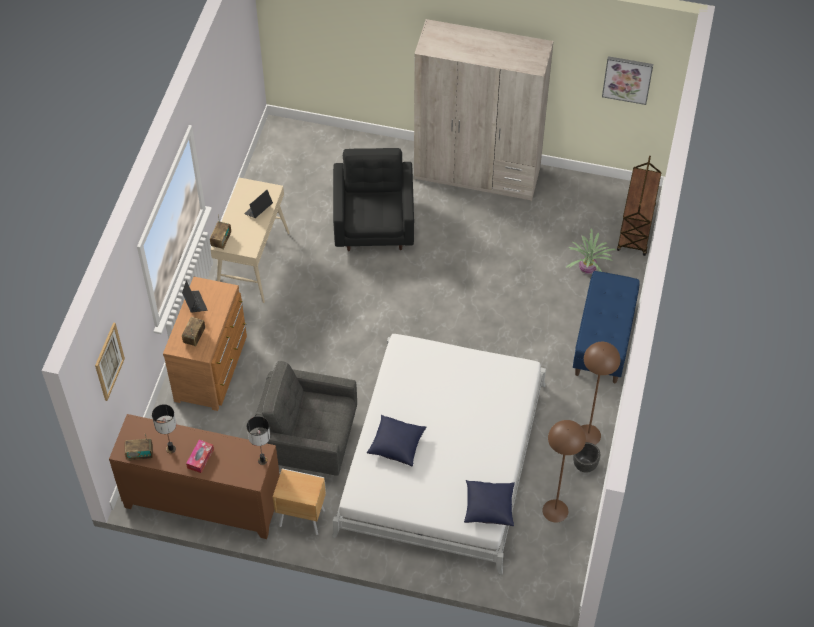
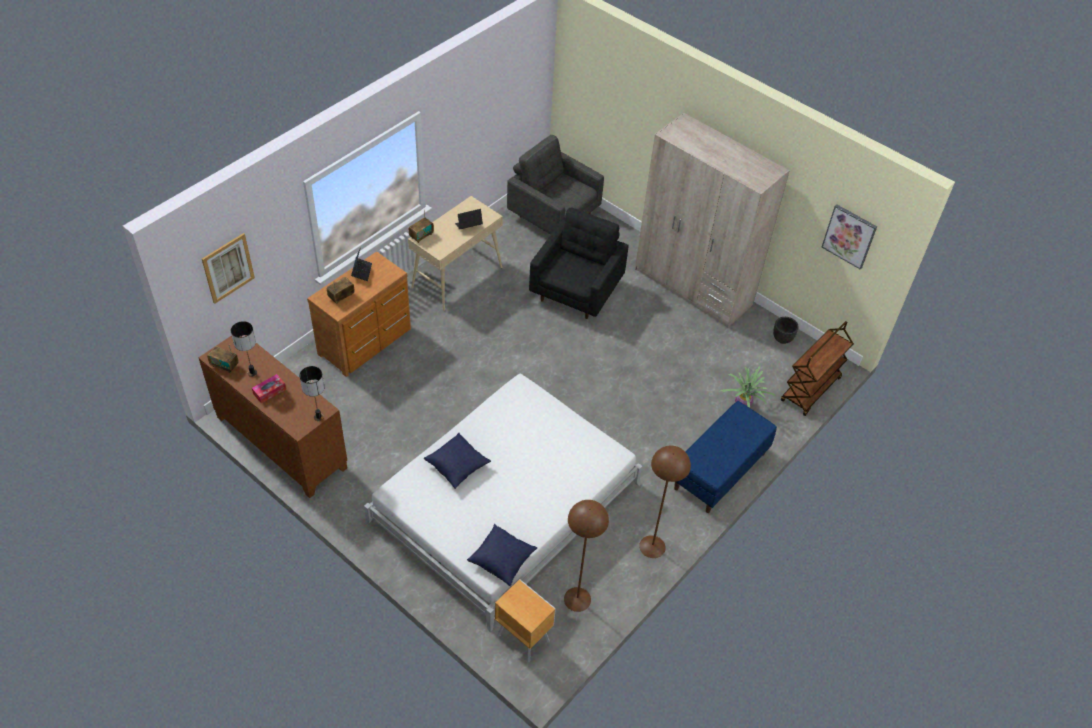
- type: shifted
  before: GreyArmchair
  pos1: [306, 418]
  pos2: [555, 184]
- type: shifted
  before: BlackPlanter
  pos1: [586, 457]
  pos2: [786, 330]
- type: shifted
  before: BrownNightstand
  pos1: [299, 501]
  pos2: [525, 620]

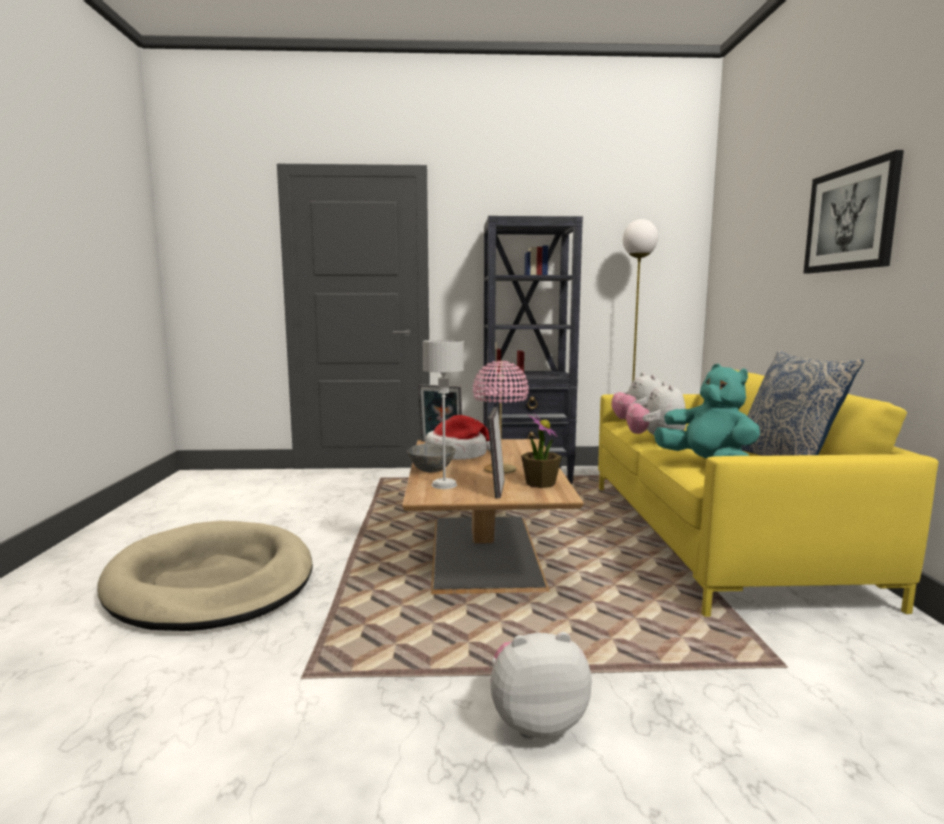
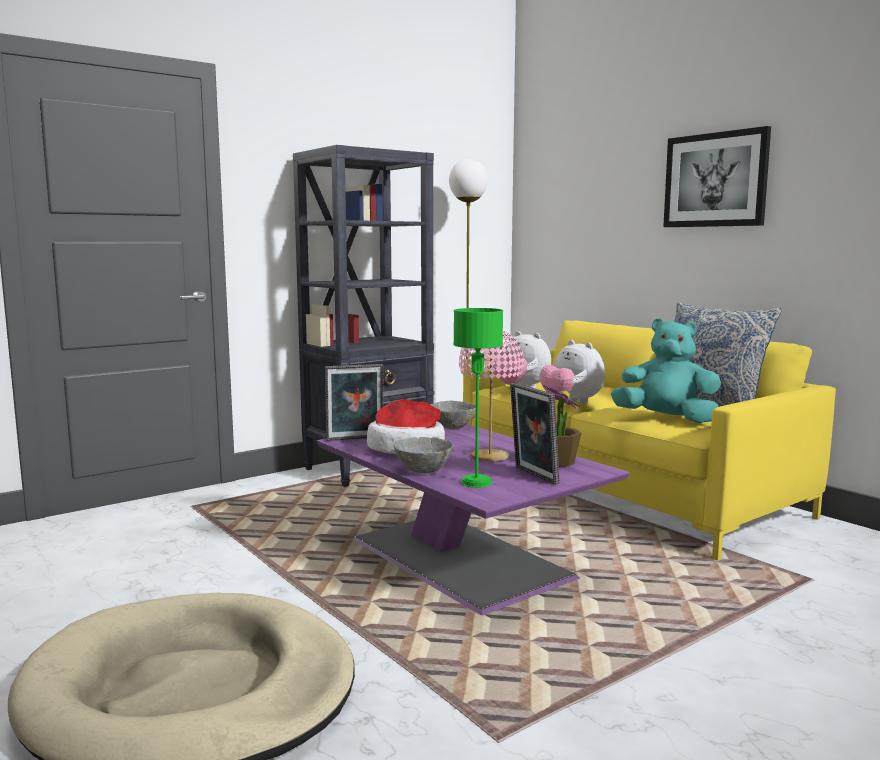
- type: repainted
  before: GreyTableLamp
  after: GreenTableLamp
  pos1: [443, 414]
  pos2: [478, 398]
- type: repainted
  before: BrownCoffeeTable
  after: PurpleCoffeeTable
  pos1: [493, 516]
  pos2: [473, 519]
- type: gone
  before: PlushToy
  pos1: [541, 685]
- type: new
  after: GreyBowl
  pos2: [453, 415]

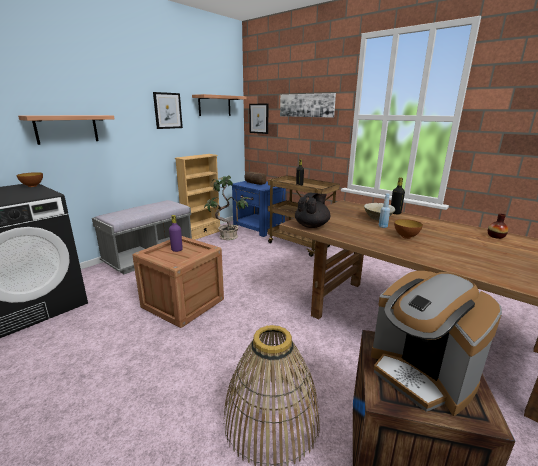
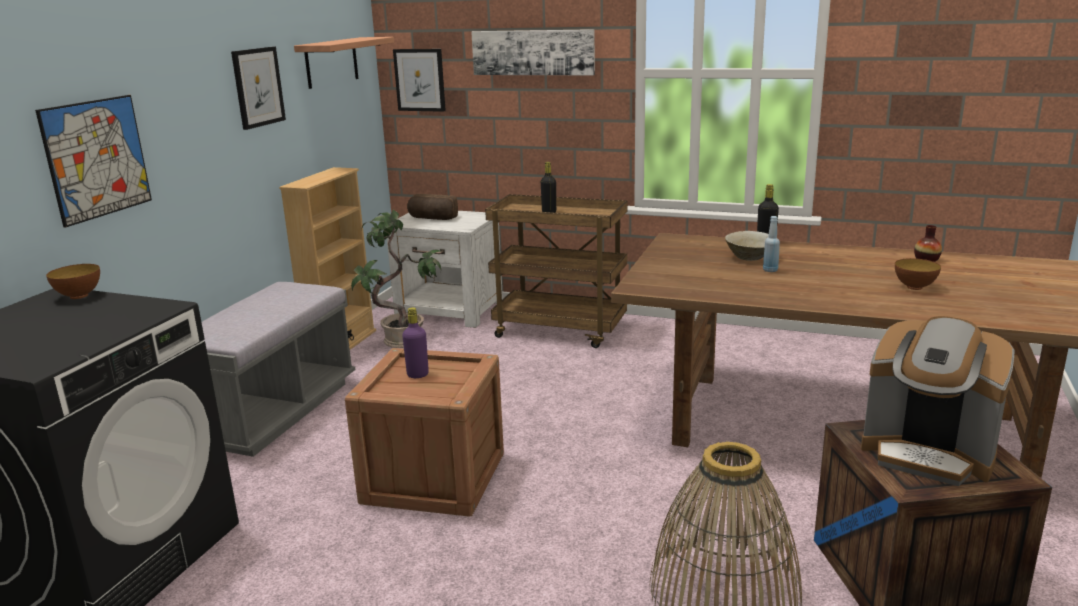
- type: swapped
  before: Shelf
  after: Picture
  pos1: [66, 130]
  pos2: [93, 161]
- type: repainted
  before: BlueNightstand
  after: WhiteNightstand
  pos1: [258, 209]
  pos2: [445, 269]
- type: gone
  before: BlackTeapot
  pos1: [312, 210]
- type: shifted
  before: Bowl
  pos1: [408, 229]
  pos2: [918, 274]

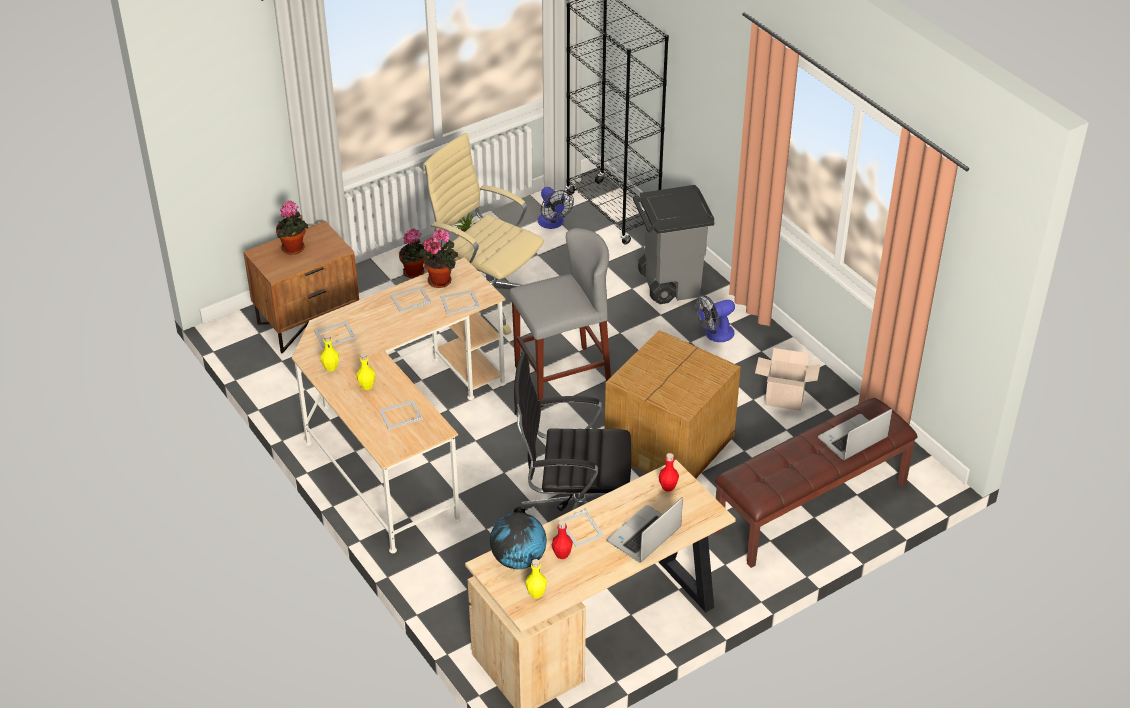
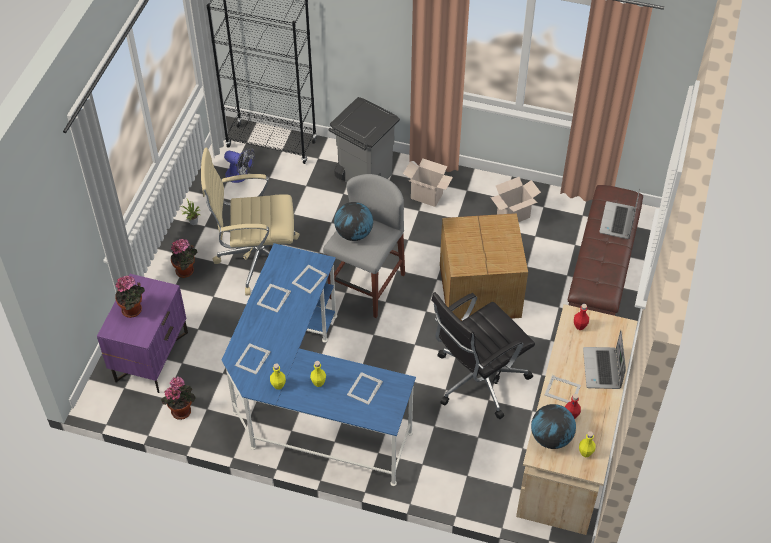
- type: repainted
  before: BrownNightstand
  after: PurpleNightstand
  pos1: [301, 287]
  pos2: [142, 333]
- type: shifted
  before: PottedPlant
  pos1: [438, 258]
  pos2: [178, 398]
- type: repainted
  before: BeigeDesk
  after: BlueDesk
  pos1: [399, 405]
  pos2: [319, 364]
- type: swapped
  before: Fan
  after: CardboardBox
  pos1: [715, 318]
  pos2: [428, 182]
- type: new
  after: Globe
  pos2: [353, 221]

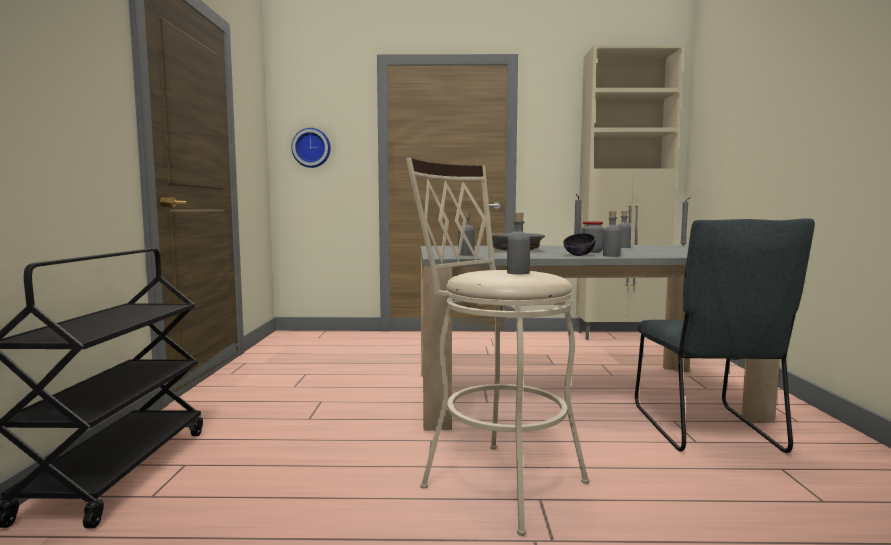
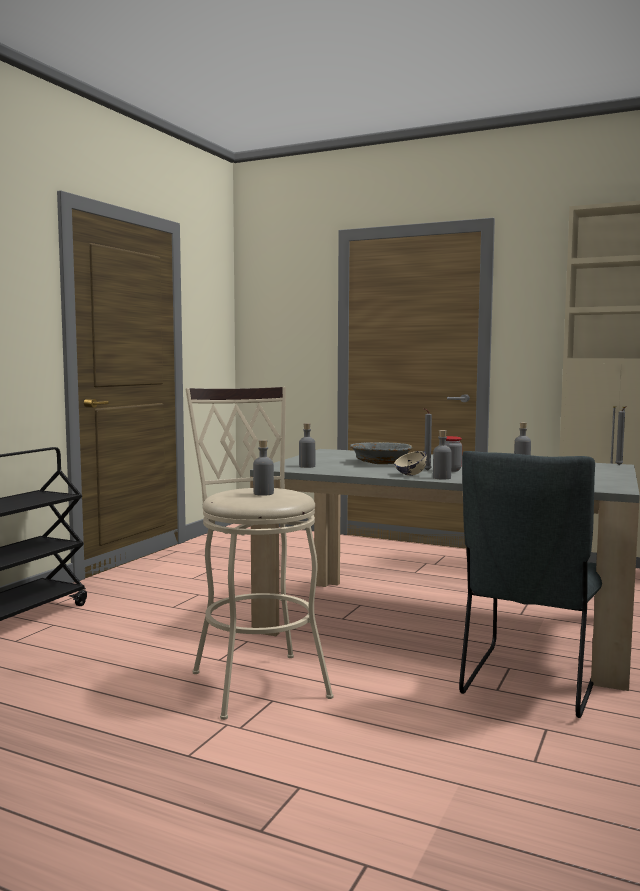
- type: gone
  before: WallClock
  pos1: [311, 148]
- type: repainted
  before: BlackBowl
  after: BeigeBowl
  pos1: [579, 244]
  pos2: [410, 463]

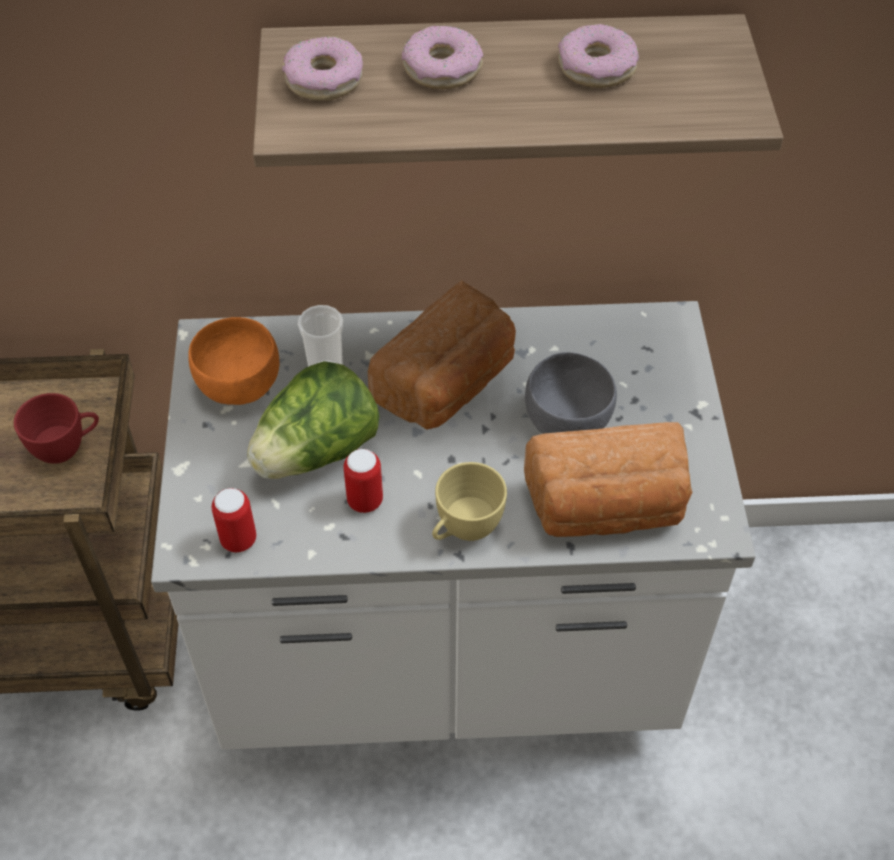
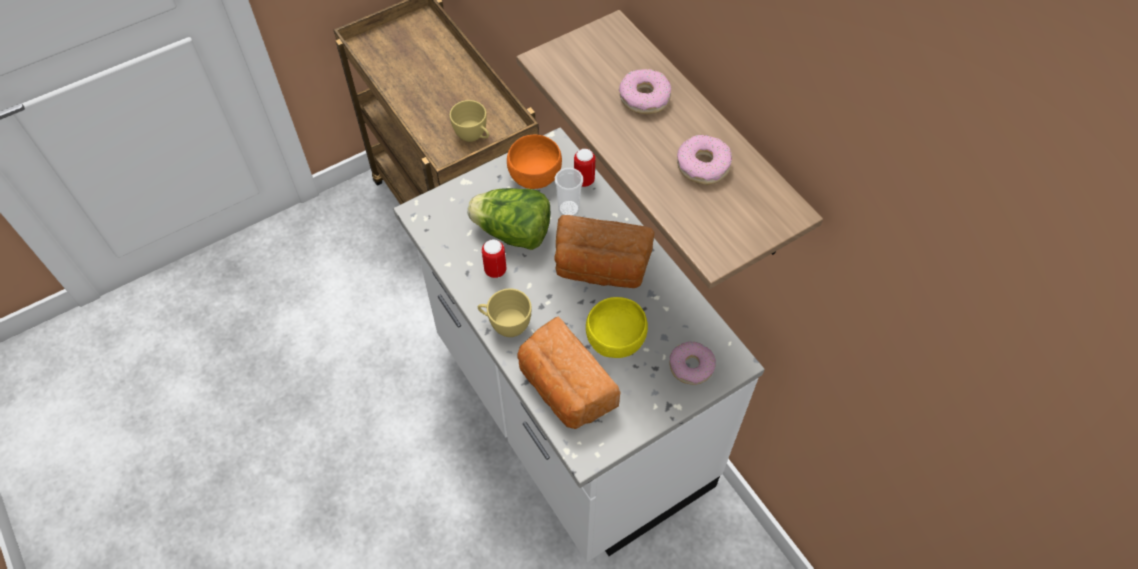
- type: shifted
  before: Donut
  pos1: [322, 68]
  pos2: [692, 363]
- type: repainted
  before: GreyBowl
  after: YellowBowl
  pos1: [571, 393]
  pos2: [617, 327]
- type: repainted
  before: RedCup
  after: YellowCup
  pos1: [56, 428]
  pos2: [469, 121]
- type: shifted
  before: Can
  pos1: [234, 520]
  pos2: [584, 168]

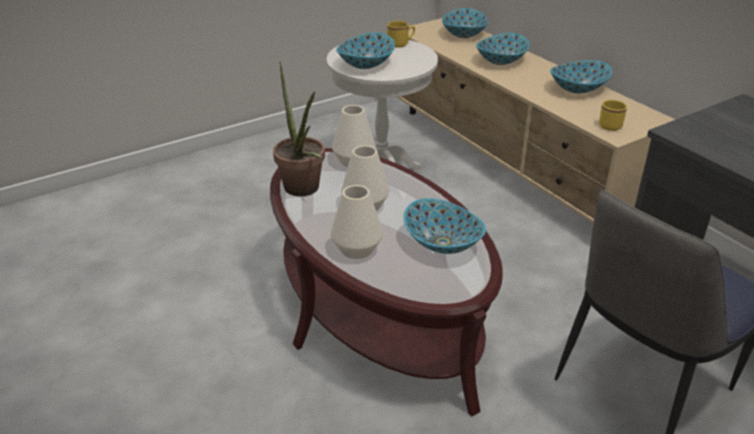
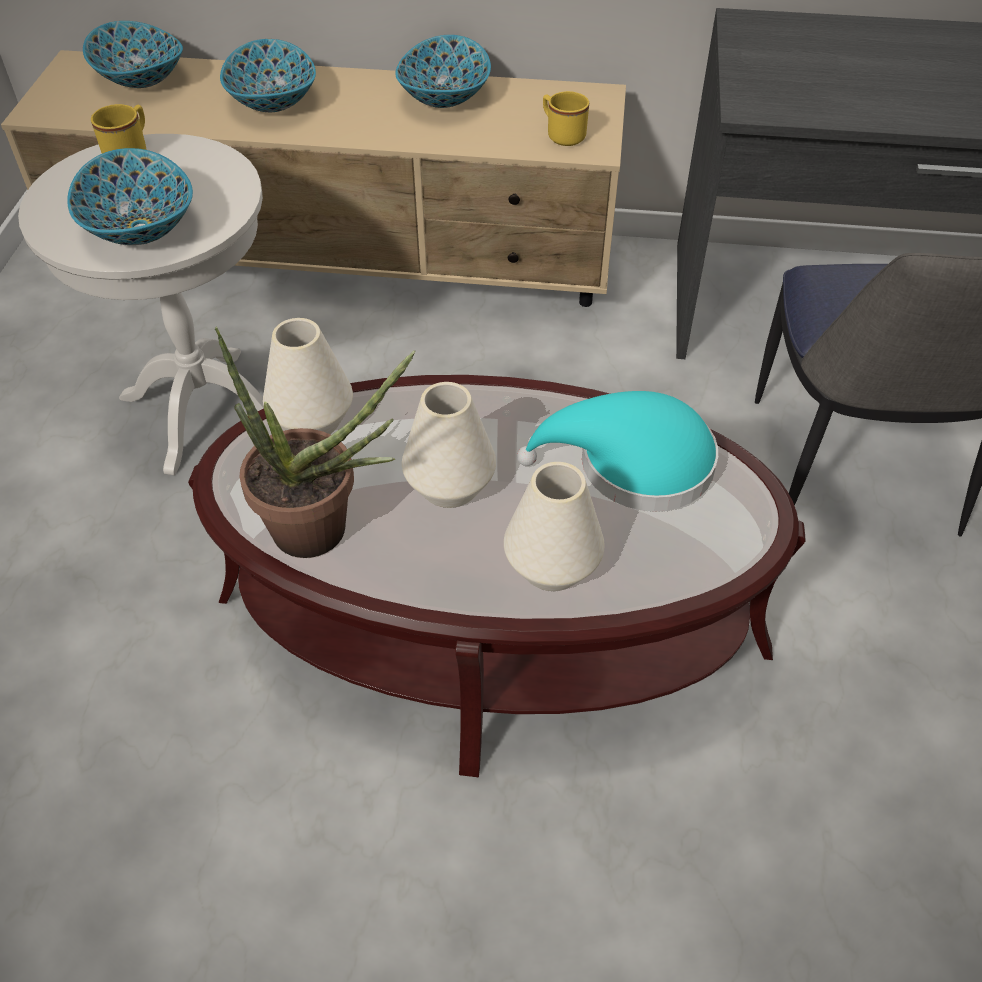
- type: swapped
  before: Bowl
  after: TurquoiseHat
  pos1: [444, 226]
  pos2: [617, 451]

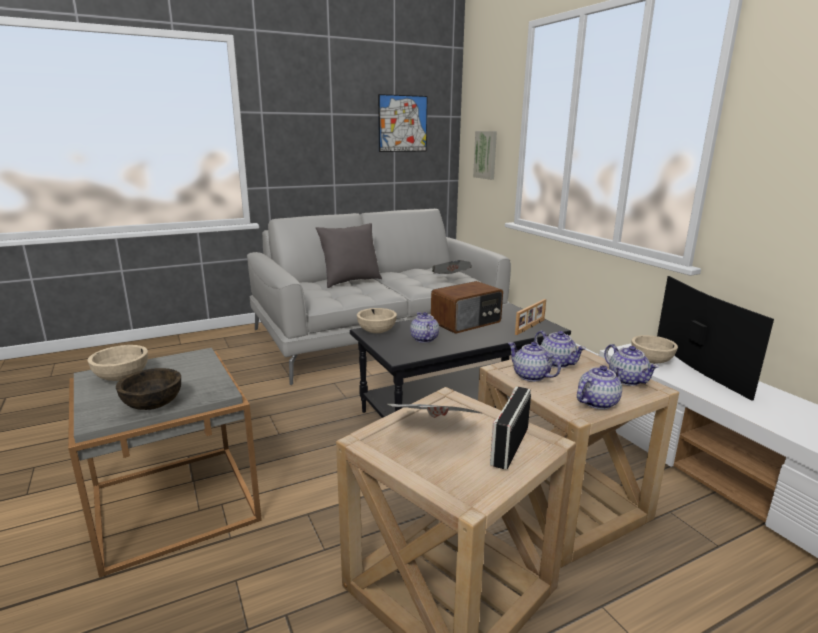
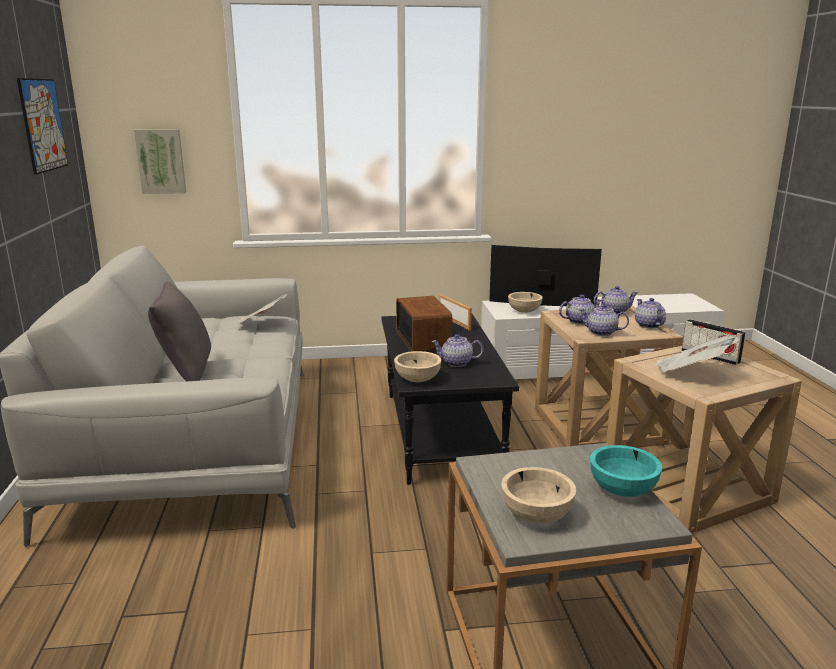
- type: rotated
  before: Teapot
  pos1: [534, 362]
  pos2: [603, 320]
  turn: 45
- type: repainted
  before: BrownBowl
  after: TurquoiseBowl
  pos1: [148, 389]
  pos2: [626, 471]

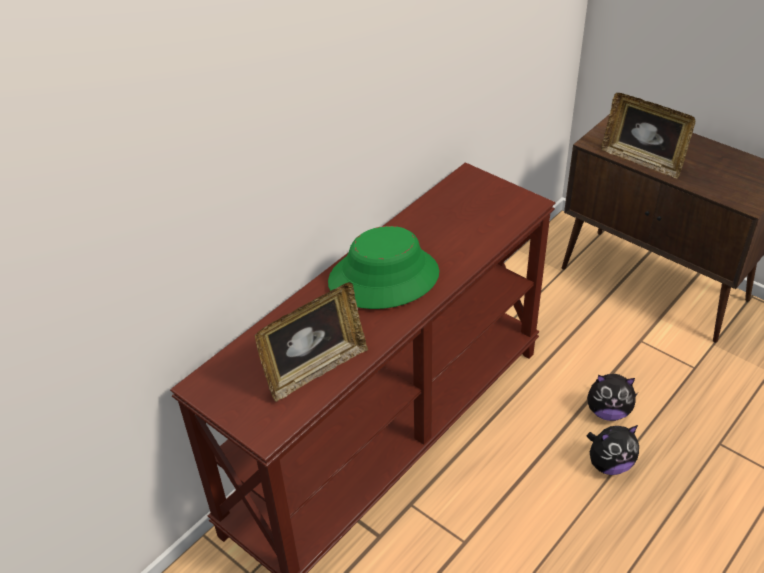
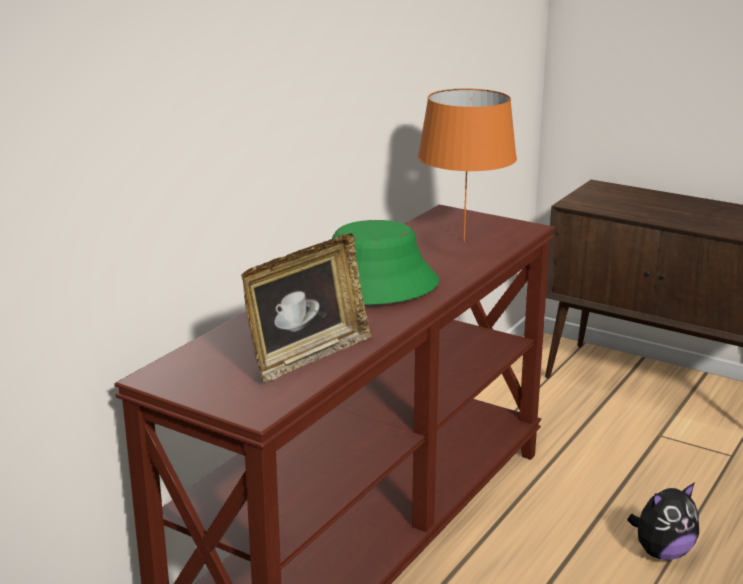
- type: gone
  before: PictureFrame
  pos1: [648, 136]
- type: gone
  before: PlushToy
  pos1: [612, 397]
- type: new
  after: OrangeTableLamp
  pos2: [467, 165]

